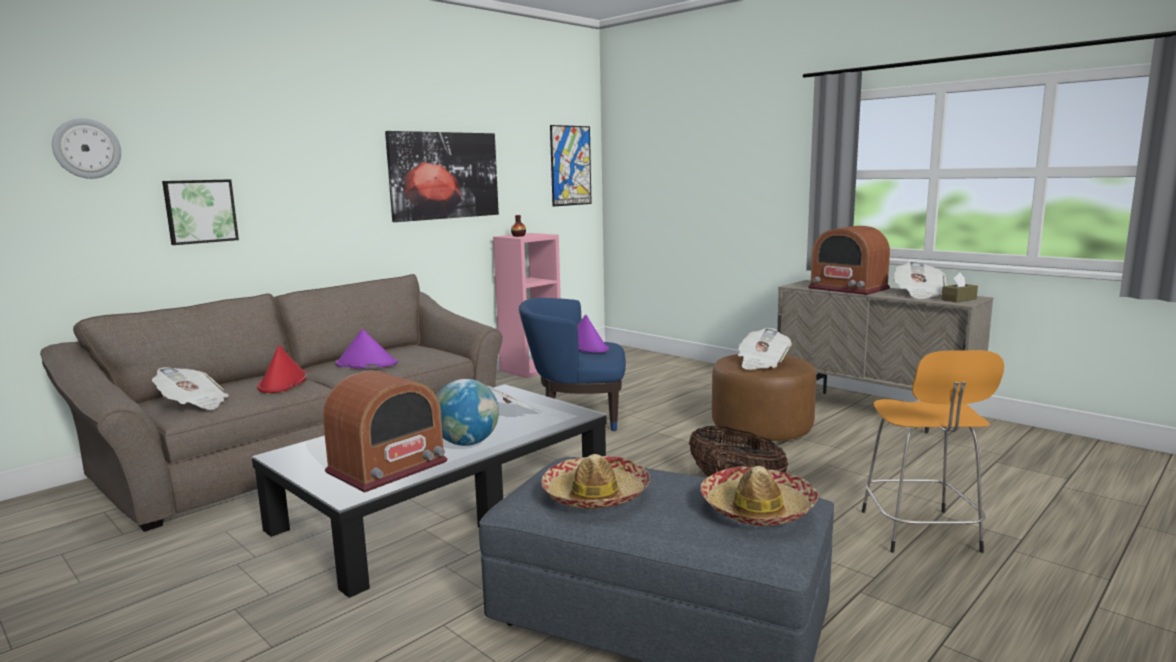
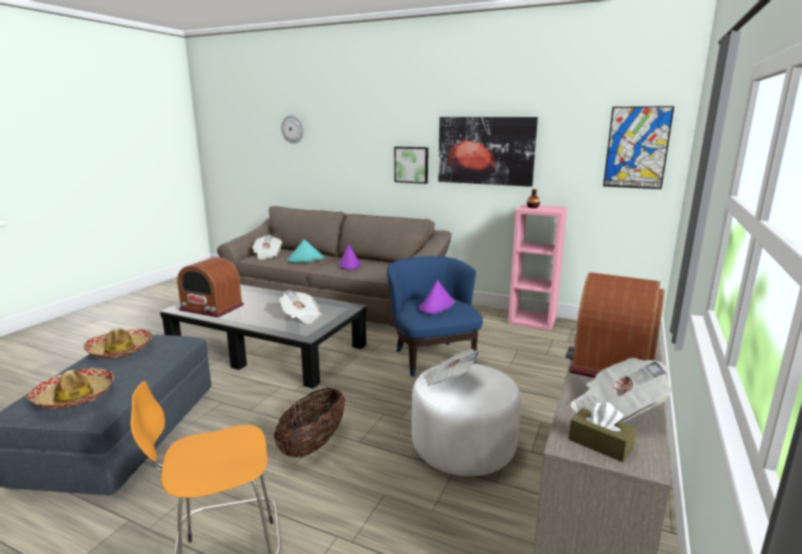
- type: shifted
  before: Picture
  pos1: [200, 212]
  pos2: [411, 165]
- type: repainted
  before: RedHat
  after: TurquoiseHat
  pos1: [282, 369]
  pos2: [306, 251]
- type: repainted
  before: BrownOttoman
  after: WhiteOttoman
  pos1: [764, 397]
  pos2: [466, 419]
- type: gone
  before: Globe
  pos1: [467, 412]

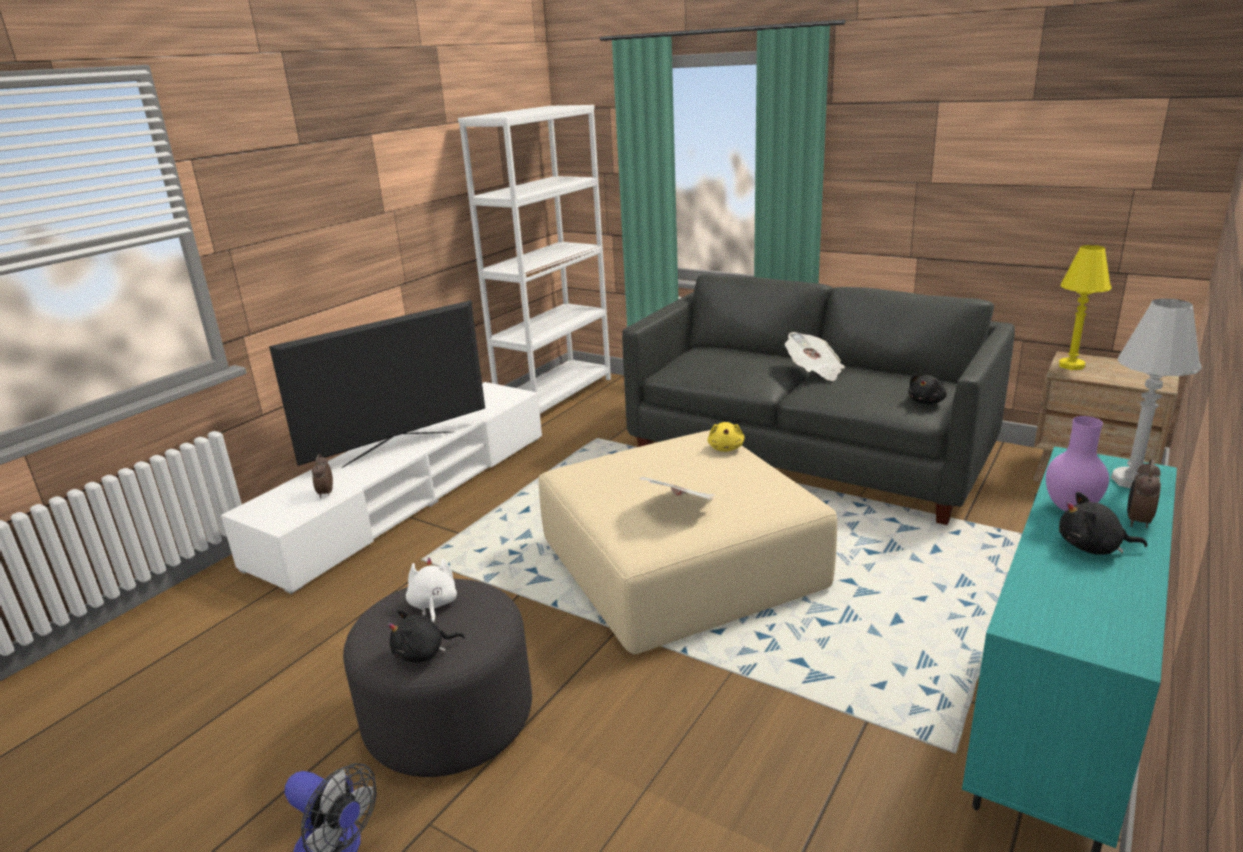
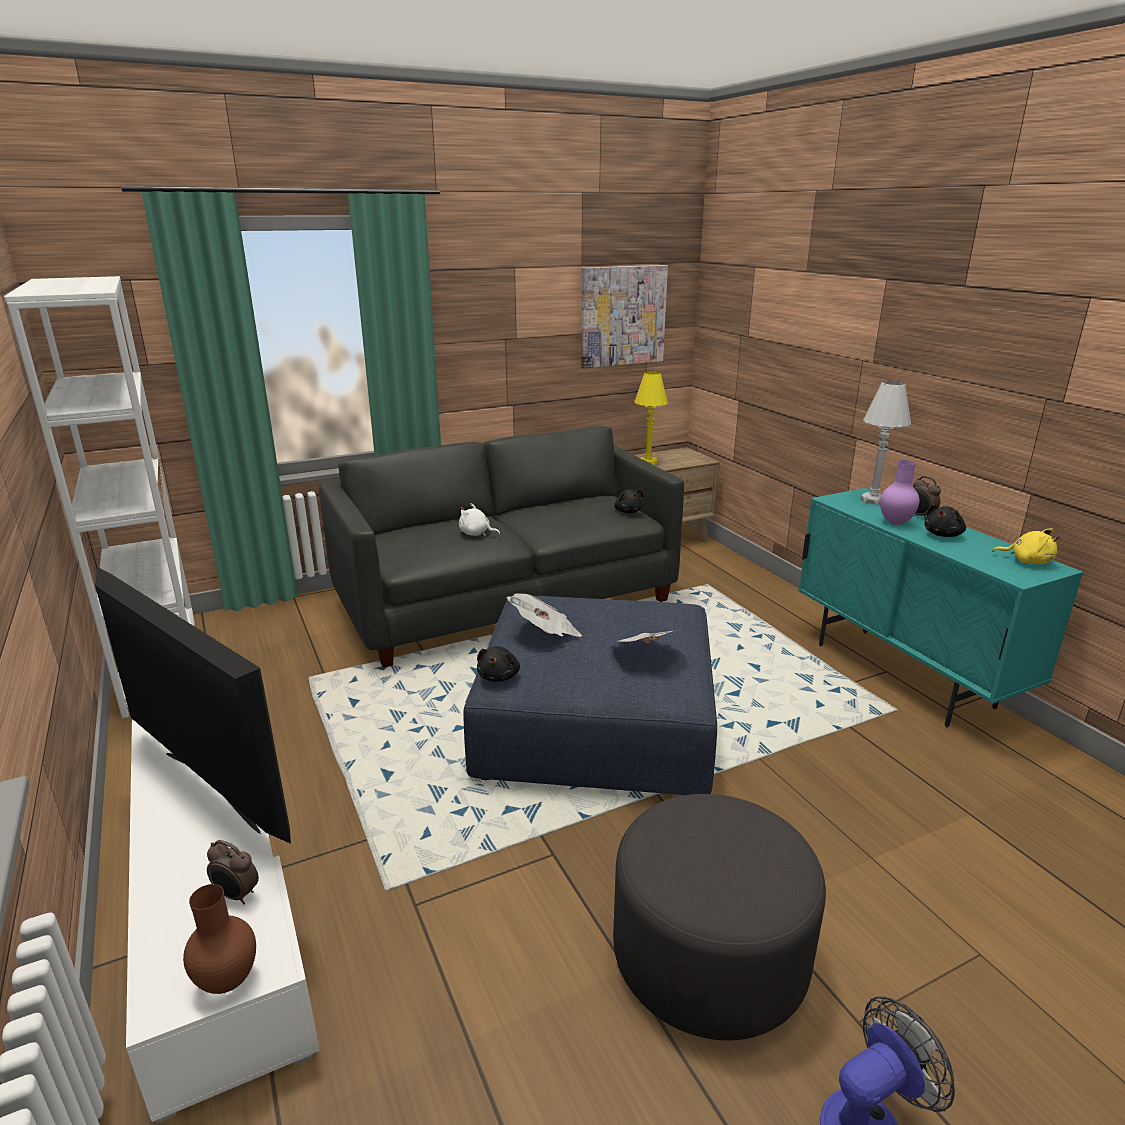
- type: rotated
  before: Television
  pos1: [377, 384]
  pos2: [193, 705]
  turn: -45
- type: shifted
  before: Newspaper
  pos1: [815, 356]
  pos2: [544, 615]
- type: shifted
  before: YellowPlushToy
  pos1: [726, 437]
  pos2: [1026, 546]
- type: repainted
  before: BeigeOttoman
  after: BlueOttoman
  pos1: [688, 542]
  pos2: [590, 695]
- type: shifted
  before: WhitePlushToy
  pos1: [431, 590]
  pos2: [479, 519]
- type: shifted
  before: BlackPlushToy
  pos1: [426, 636]
  pos2: [498, 664]
- type: new
  after: Picture
  pos2: [624, 316]
- type: new
  after: BrownVase
  pos2: [219, 939]

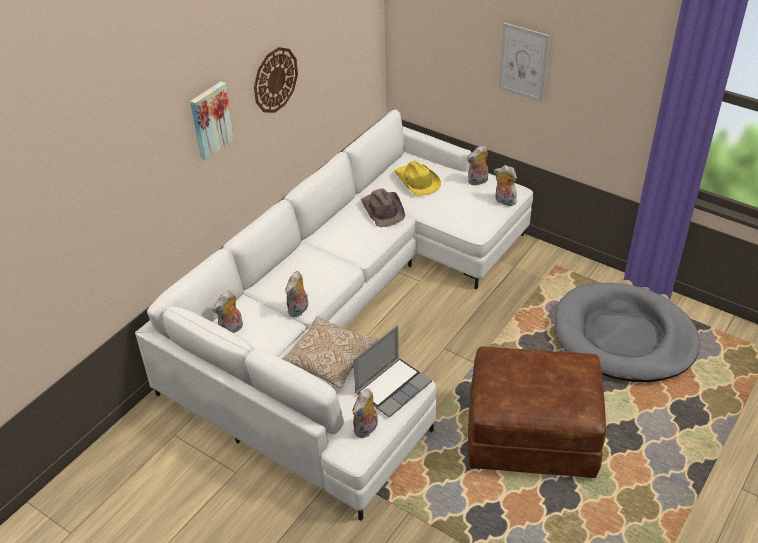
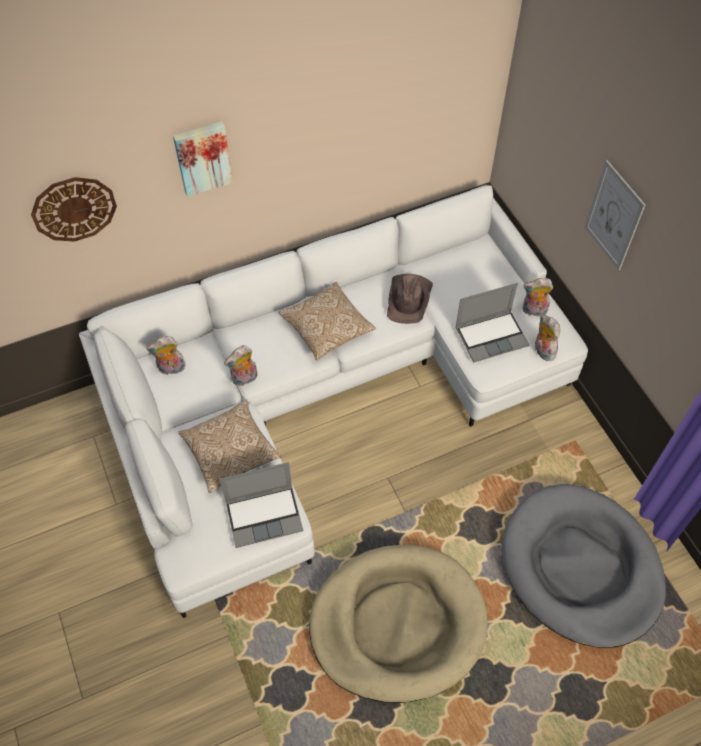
- type: shifted
  before: WallClock
  pos1: [276, 80]
  pos2: [74, 209]
- type: gone
  before: YellowHat
  pos1: [418, 178]
- type: swapped
  before: BrownOttoman
  after: BeigeDogBed
  pos1: [537, 412]
  pos2: [398, 624]
- type: gone
  before: PlushToy
  pos1: [365, 413]
- type: new
  after: Pillow
  pos2: [327, 321]
- type: new
  after: Laptop
  pos2: [492, 323]

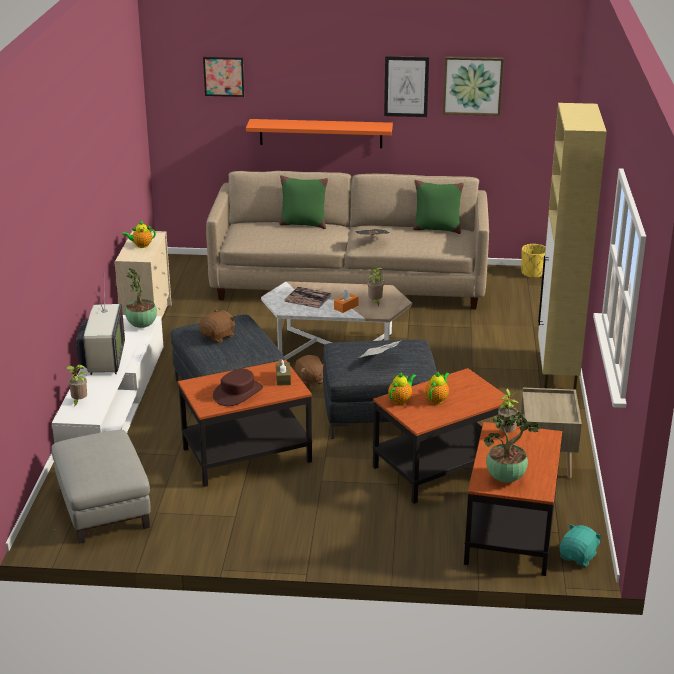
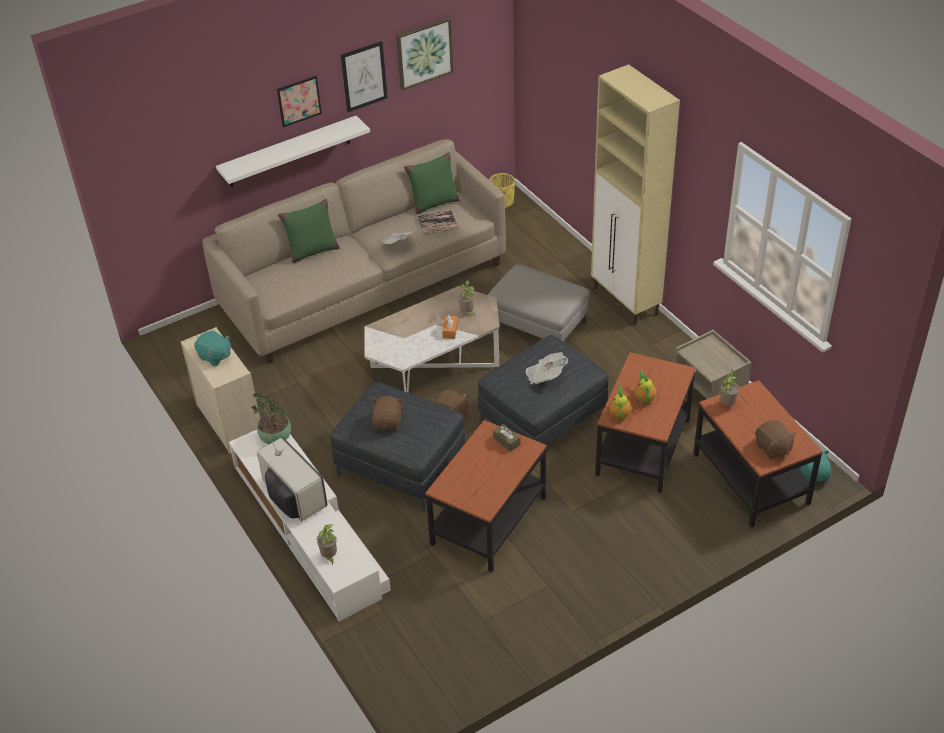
- type: shifted
  before: Picture
  pos1: [223, 77]
  pos2: [299, 101]
- type: repainted
  before: OrangeShelf
  after: WhiteShelf
  pos1: [319, 133]
  pos2: [293, 151]
- type: swapped
  before: Teapot
  after: TurquoisePlushToy
  pos1: [139, 234]
  pos2: [212, 348]
- type: shifted
  before: Book
  pos1: [307, 297]
  pos2: [437, 222]
- type: gone
  before: BrownHat
  pos1: [238, 387]
- type: swapped
  before: PottedPlant
  after: BrownPlushToy
  pos1: [511, 447]
  pos2: [775, 439]
- type: shifted
  before: GreyOttoman
  pos1: [101, 487]
  pos2: [539, 302]

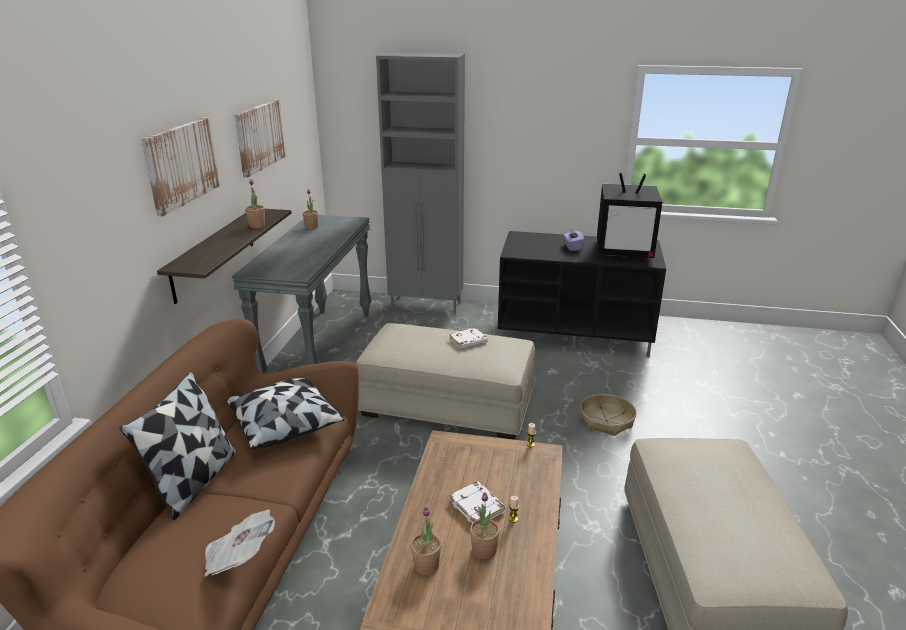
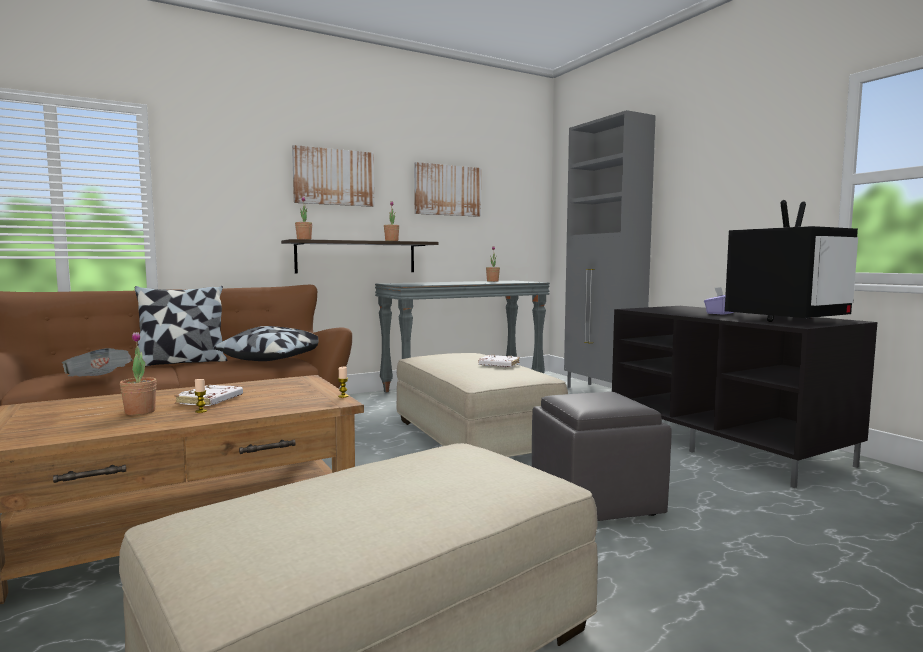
- type: rotated
  before: Television
  pos1: [629, 215]
  pos2: [791, 261]
  turn: -90
- type: swapped
  before: Basket
  after: GreyOttoman
  pos1: [608, 415]
  pos2: [602, 456]
- type: shifted
  before: PottedPlant
  pos1: [426, 541]
  pos2: [303, 218]

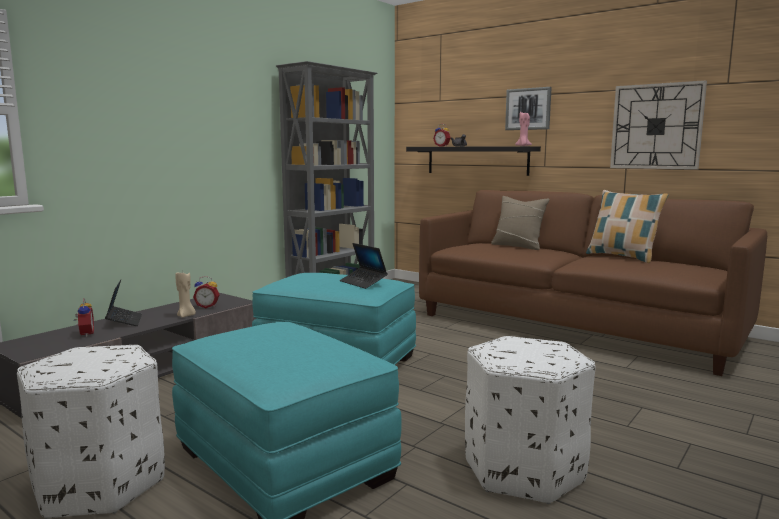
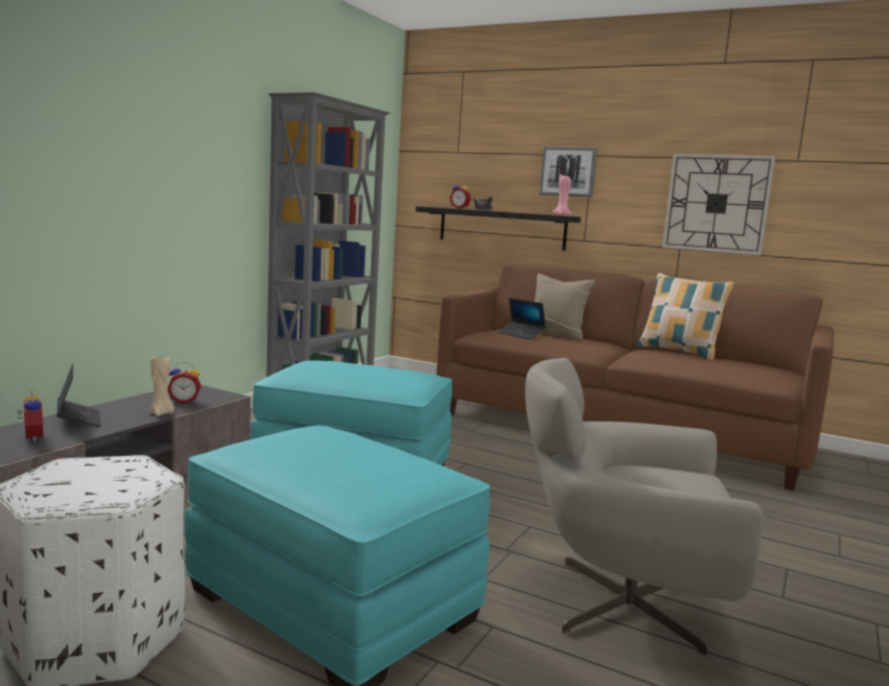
- type: shifted
  before: Laptop
  pos1: [364, 266]
  pos2: [521, 319]
- type: swapped
  before: WhiteOttoman
  after: GreyArmchair
  pos1: [530, 420]
  pos2: [644, 507]

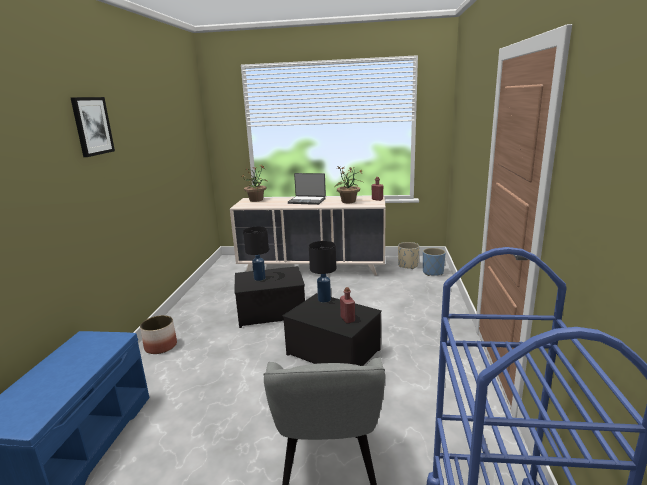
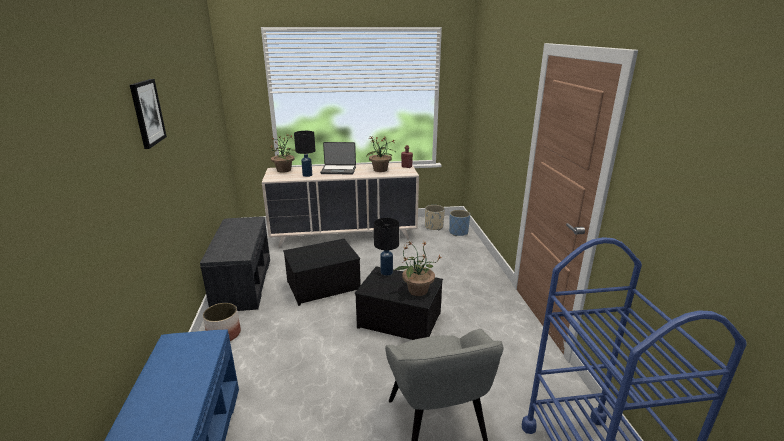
- type: shifted
  before: BlackTableLamp
  pos1: [256, 253]
  pos2: [305, 154]
- type: swapped
  before: RedBottle
  after: PottedPlant
  pos1: [347, 305]
  pos2: [417, 268]
- type: new
  after: GreyBench
  pos2: [235, 264]

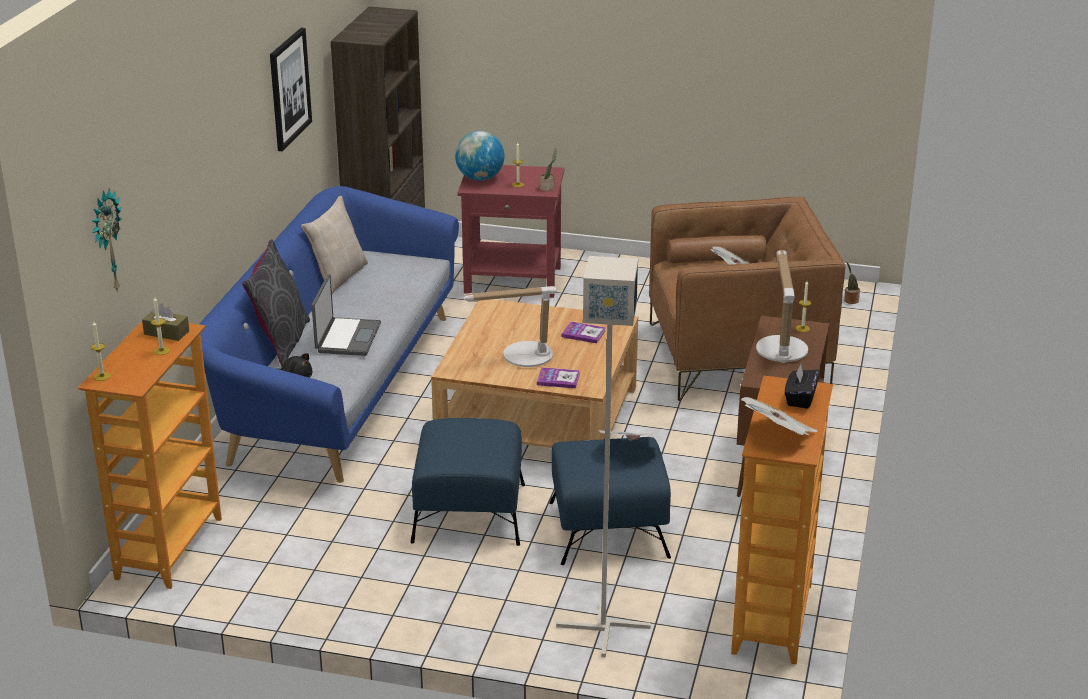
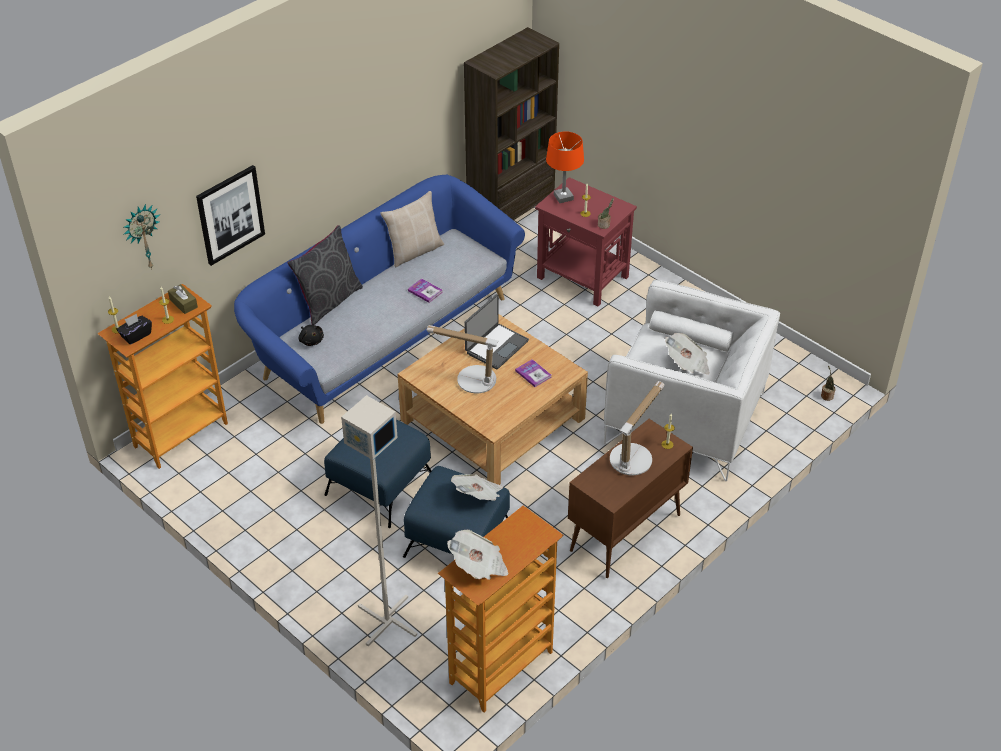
- type: shifted
  before: Picture
  pos1: [291, 89]
  pos2: [230, 215]
- type: swapped
  before: Globe
  after: OrangeTableLamp
  pos1: [479, 156]
  pos2: [565, 167]
- type: repainted
  before: BrownArmchair
  after: WhiteArmchair
  pos1: [747, 299]
  pos2: [692, 380]
- type: shifted
  before: Laptop
  pos1: [346, 315]
  pos2: [496, 331]
- type: shifted
  before: BlackTissueBox
  pos1: [802, 386]
  pos2: [134, 329]
- type: shifted
  before: Book
  pos1: [558, 377]
  pos2: [425, 290]

